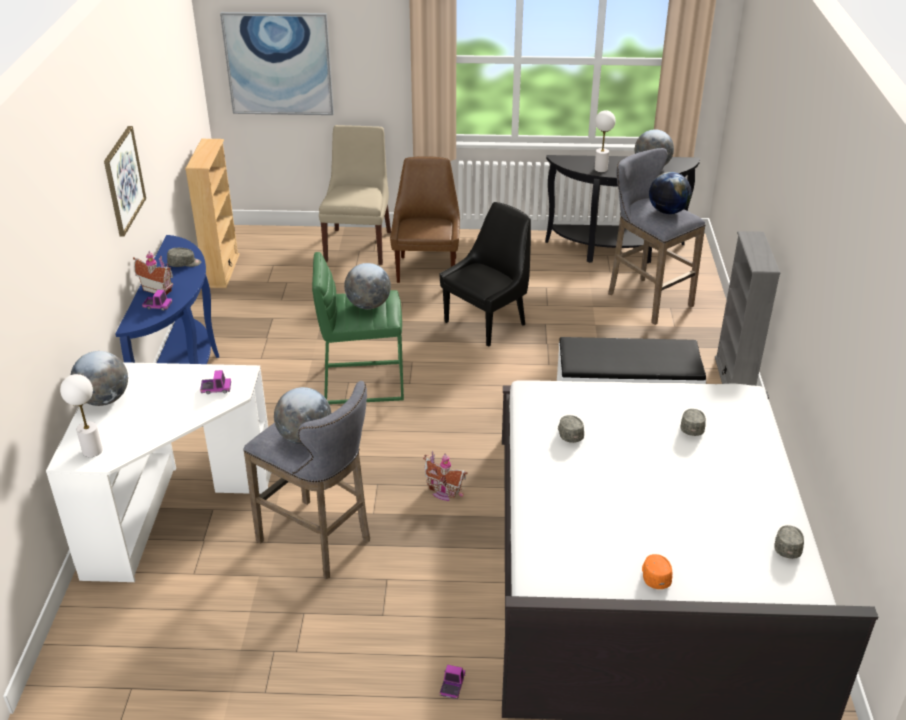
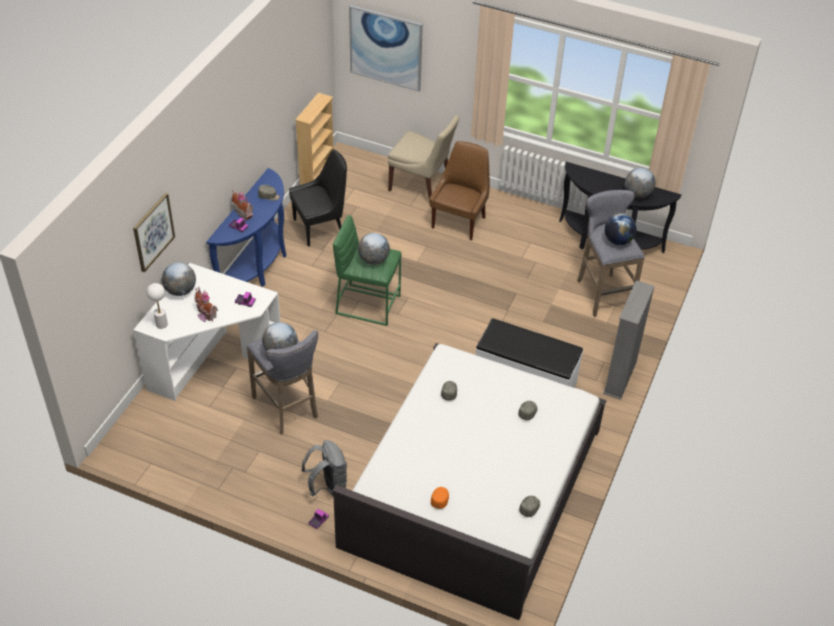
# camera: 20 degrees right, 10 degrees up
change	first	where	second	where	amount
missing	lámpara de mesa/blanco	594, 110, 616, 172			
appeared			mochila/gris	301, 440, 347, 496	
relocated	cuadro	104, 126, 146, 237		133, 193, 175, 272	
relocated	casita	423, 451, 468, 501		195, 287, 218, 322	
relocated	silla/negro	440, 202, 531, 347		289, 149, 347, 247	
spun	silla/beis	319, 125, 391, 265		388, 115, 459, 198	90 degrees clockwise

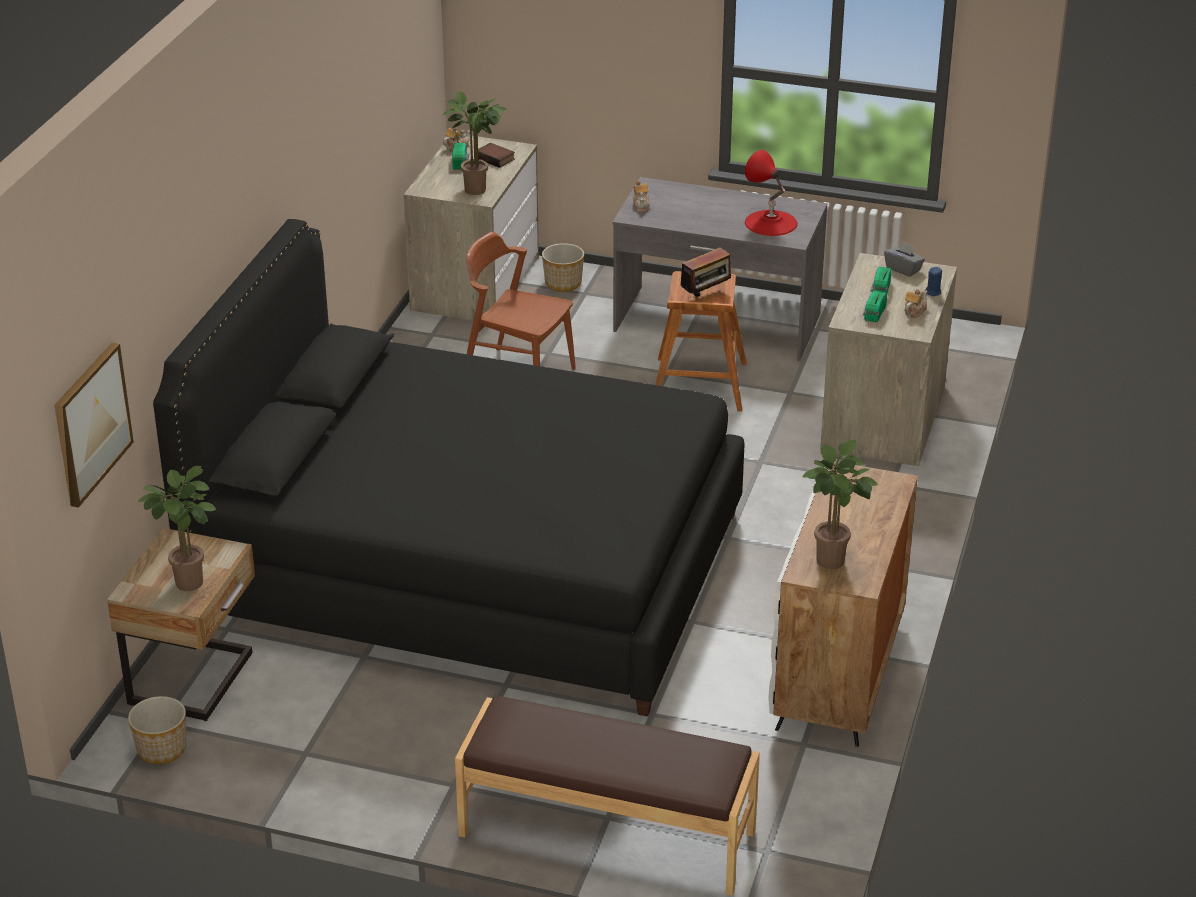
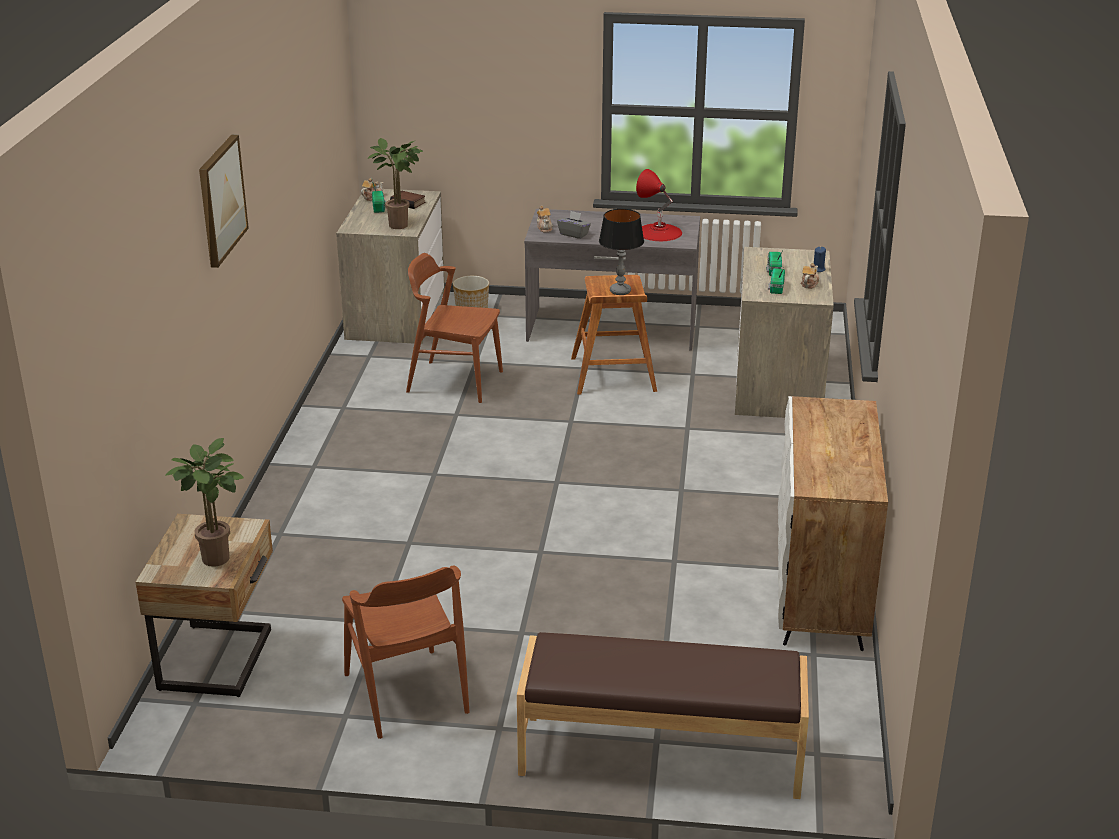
# camera: 10 degrees left, 5 degrees down
change	first	where	second	where	amount
missing	maceta	128, 696, 186, 764			
missing	cama/negro	153, 219, 745, 717			
missing	planta en maceta	802, 440, 878, 569			
appeared			silla/marrón	342, 566, 470, 739	
relocated	cuadro	54, 342, 134, 508		199, 135, 249, 268	
relocated	caja de pañuelos/gris	884, 241, 925, 277		557, 211, 591, 239	
exchanged	radio	681, 247, 734, 298	lámpara de mesa	599, 209, 644, 295	

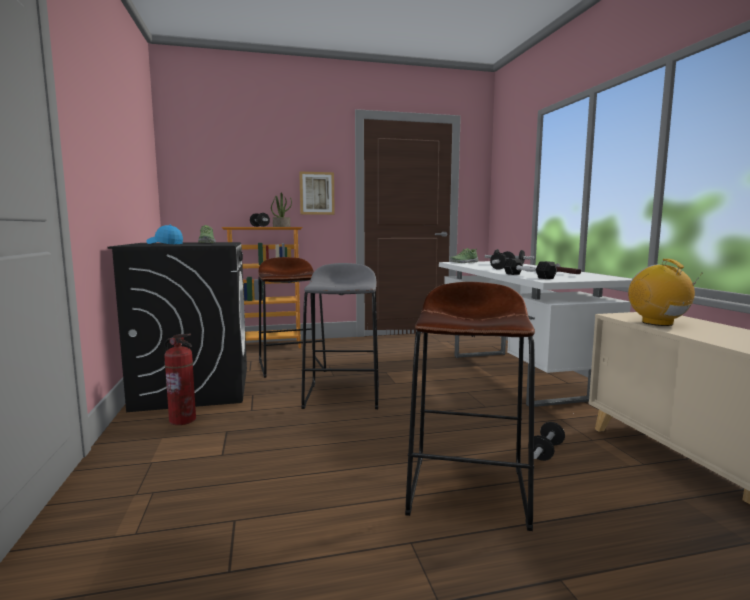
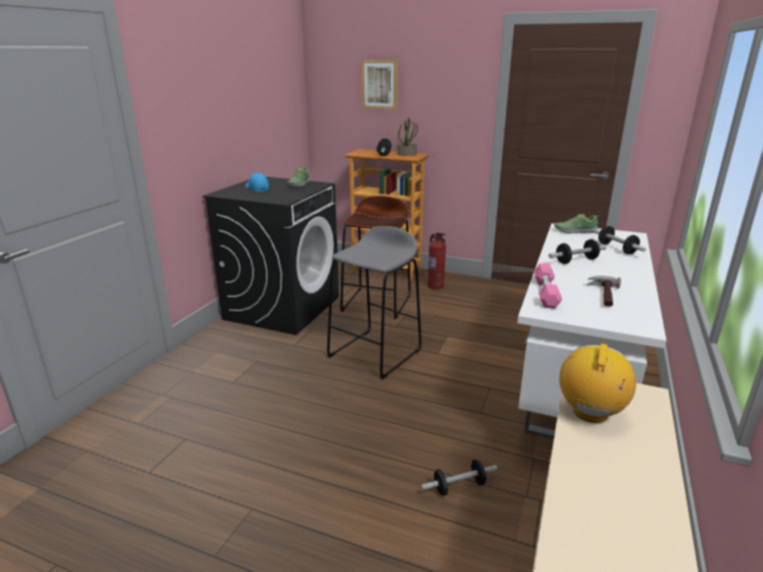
# camera: 35 degrees right, 15 degrees up
change	first	where	second	where	amount
missing	taburete/marrón	405, 282, 535, 531			
relocated	extintor	164, 333, 196, 425		428, 233, 446, 290	
relocated	cuadro	299, 172, 335, 215		361, 60, 398, 109	
colour	mancuerna/negro	504, 259, 557, 279	mancuerna/rosa	534, 263, 562, 308	

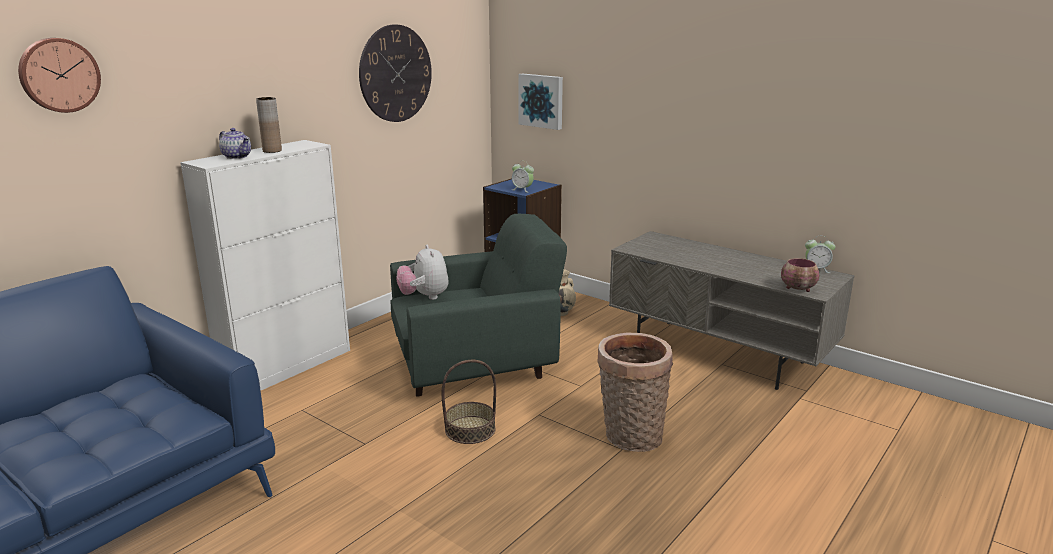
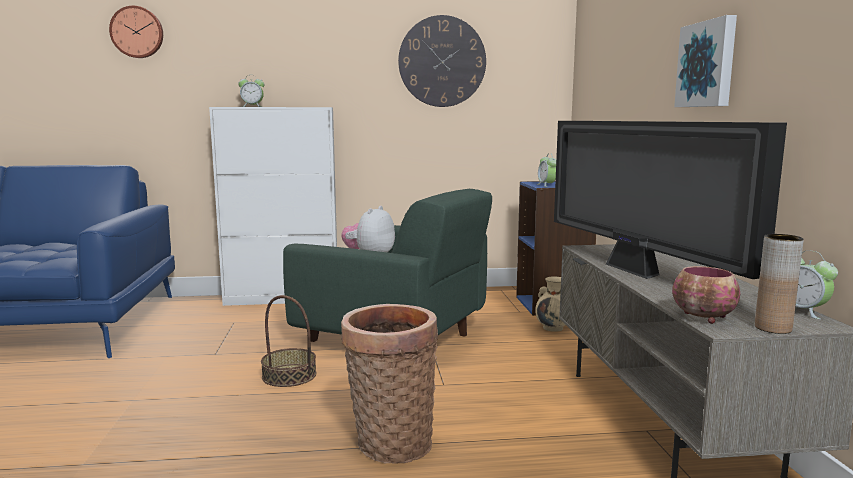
# camera: 45 degrees right, 10 degrees down
change	first	where	second	where	amount
appeared			televisor	554, 121, 787, 279	
relocated	florero/marrón	256, 97, 282, 153		755, 234, 804, 334	
relocated	cuadro	518, 74, 563, 130		674, 15, 737, 107	
exchanged	tetera	219, 128, 251, 159	despertador	238, 75, 265, 107	

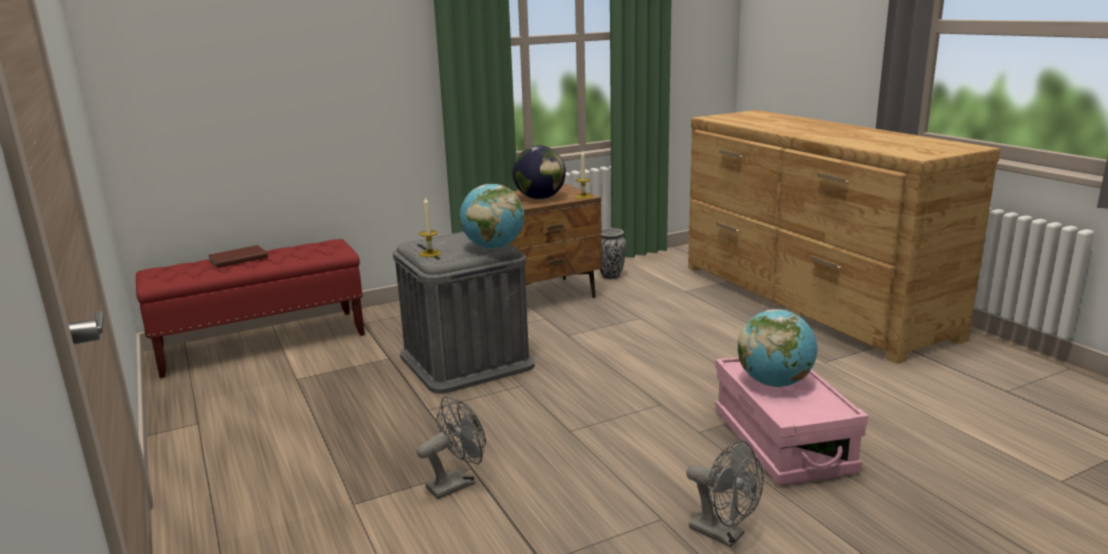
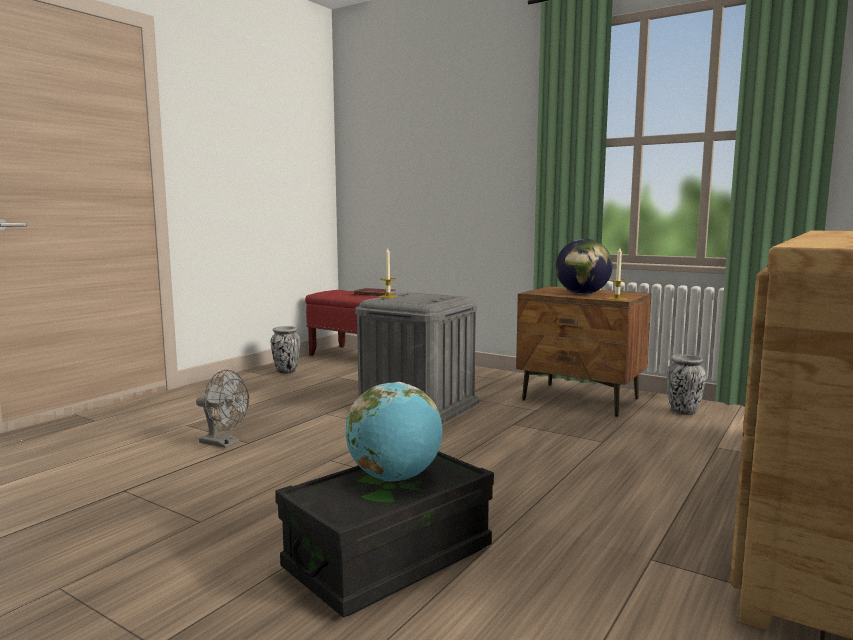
# camera: 60 degrees right, 10 degrees down
change	first	where	second	where	amount
missing	globo terráqueo	459, 184, 524, 249			
missing	ventilador/gris	686, 440, 764, 547			
appeared			florero	271, 326, 300, 374	
colour	caja de almacenaje/rosa	715, 357, 868, 486	caja de almacenaje/negro	275, 451, 494, 618	

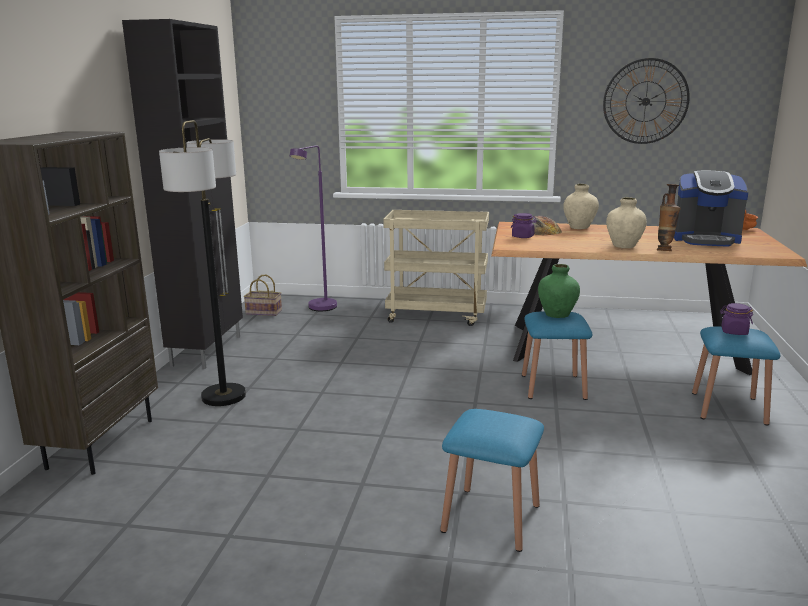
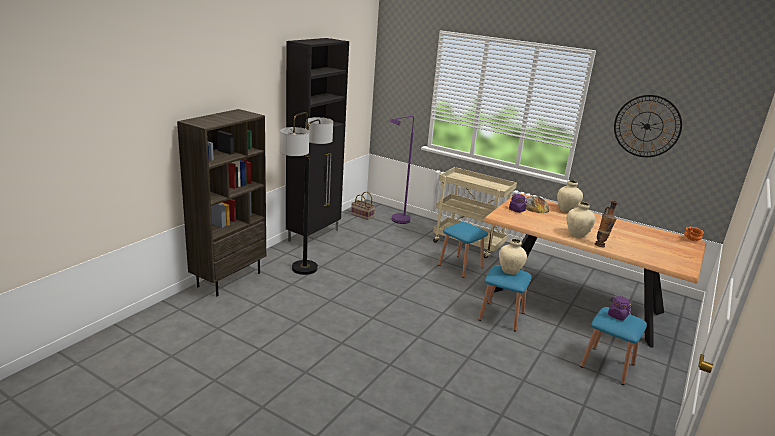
# camera: 20 degrees right, 5 degrees up
change	first	where	second	where	amount
missing	cafetera	674, 171, 748, 247			
relocated	taburete/azul	440, 409, 544, 552		438, 222, 488, 278	
colour	florero/verde	538, 264, 580, 318	florero/beis	499, 239, 527, 275	

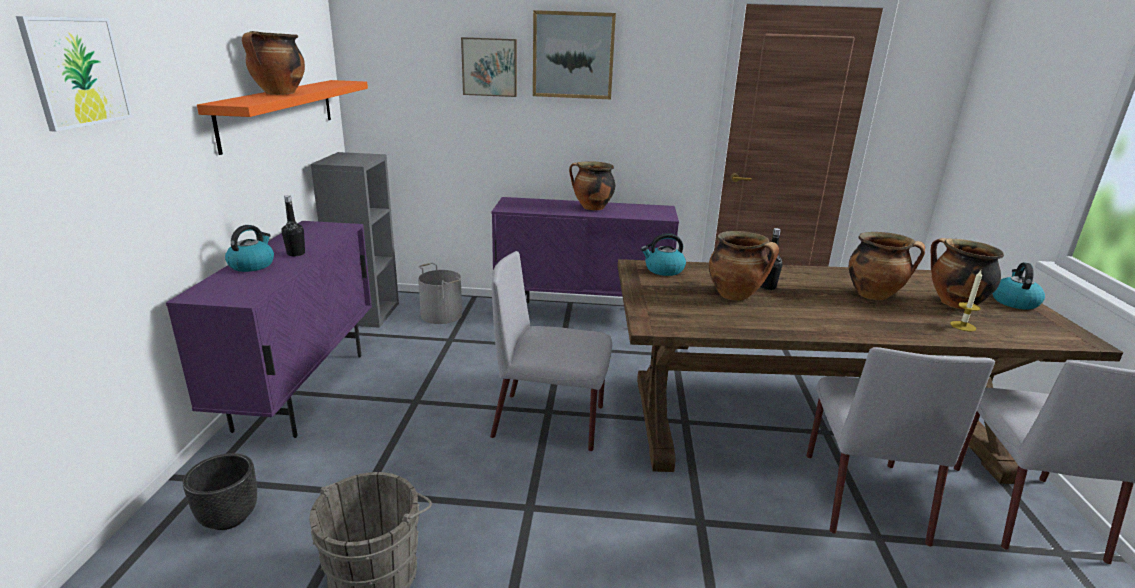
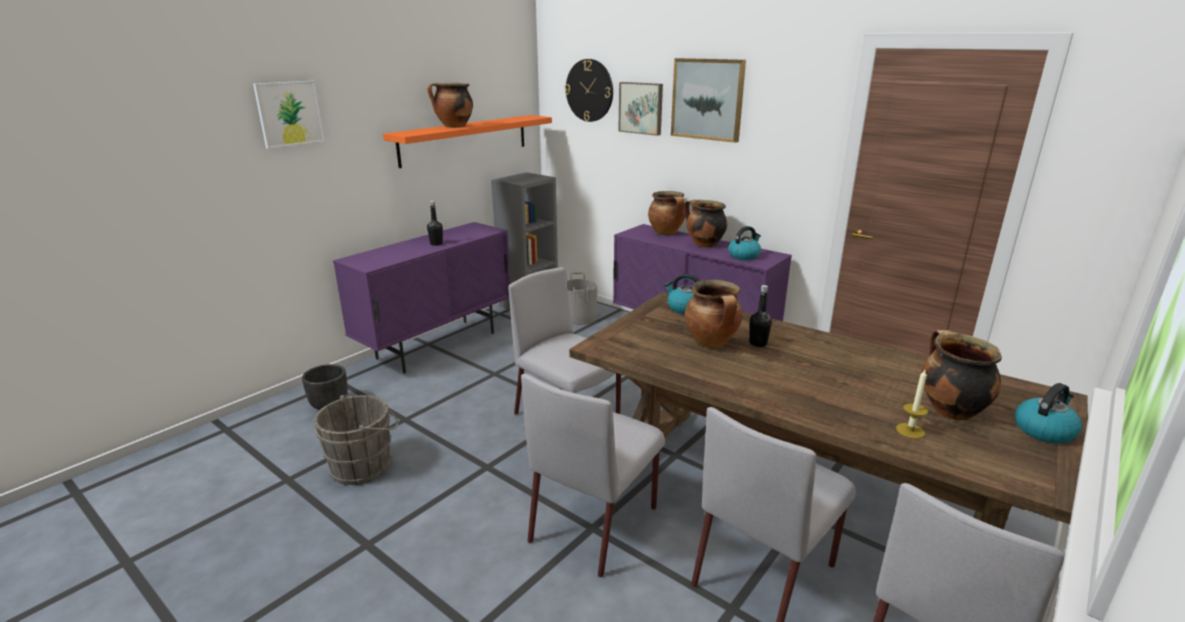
# camera: 35 degrees right, 0 degrees up
change	first	where	second	where	amount
appeared			silla/gris	521, 374, 665, 577	
appeared			reloj de pared	565, 59, 613, 122	
relocated	hervidor	225, 225, 274, 272		728, 226, 761, 260	
relocated	olla	848, 232, 925, 300		648, 191, 685, 235	

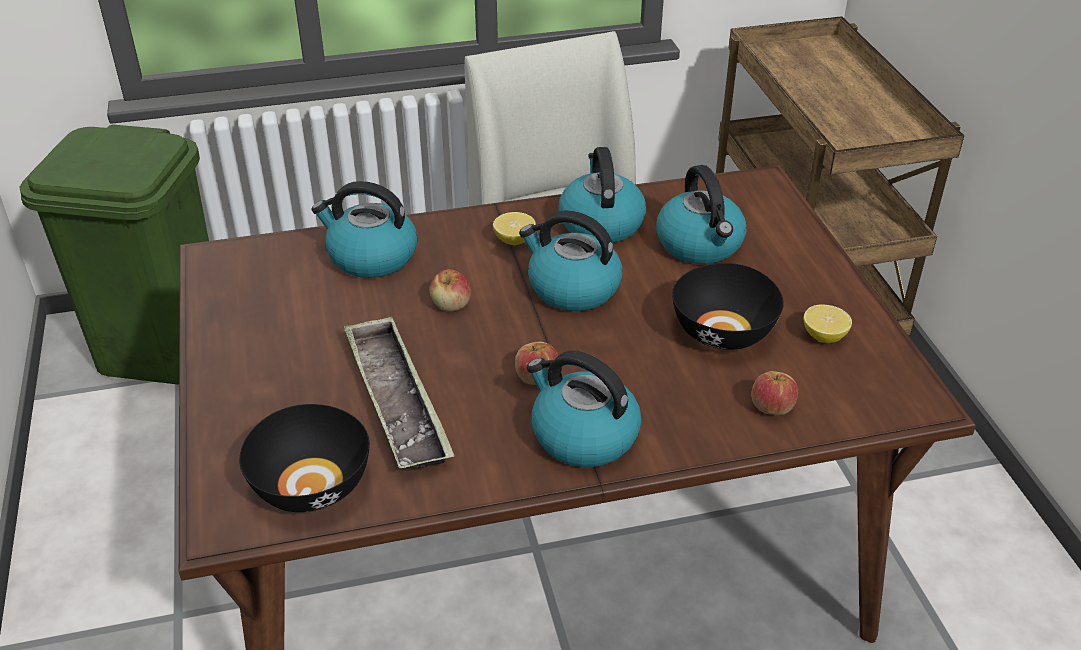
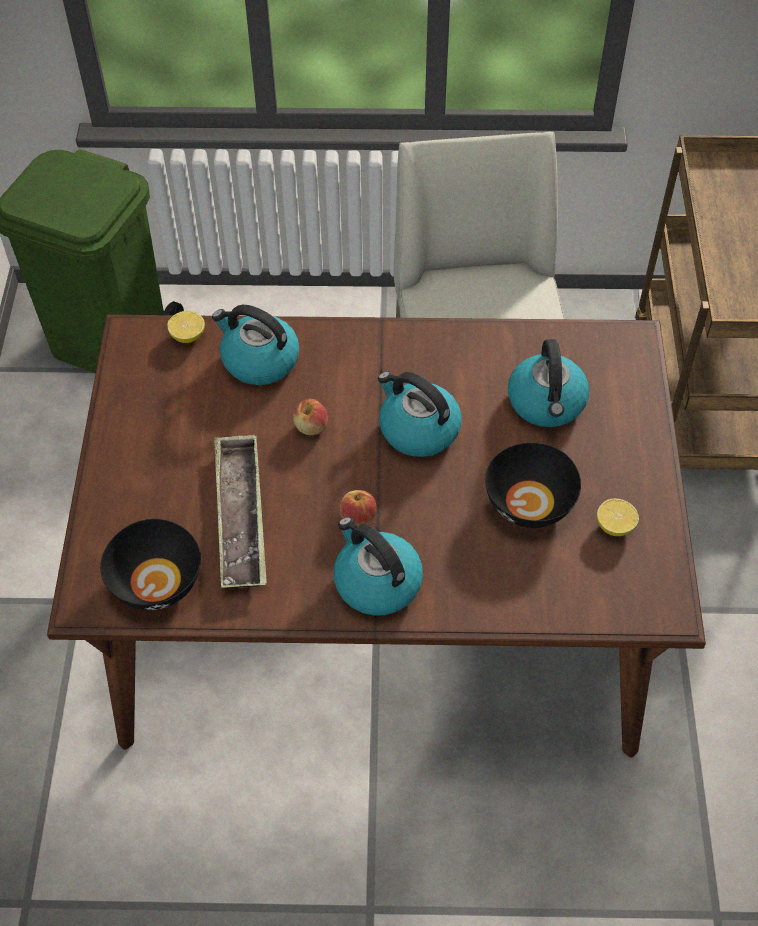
# camera: 15 degrees right, 15 degrees up
change	first	where	second	where	amount
missing	hervidor	558, 147, 646, 243			
missing	manzana	751, 371, 798, 415			
relocated	limón	493, 212, 536, 245		167, 311, 205, 343	

